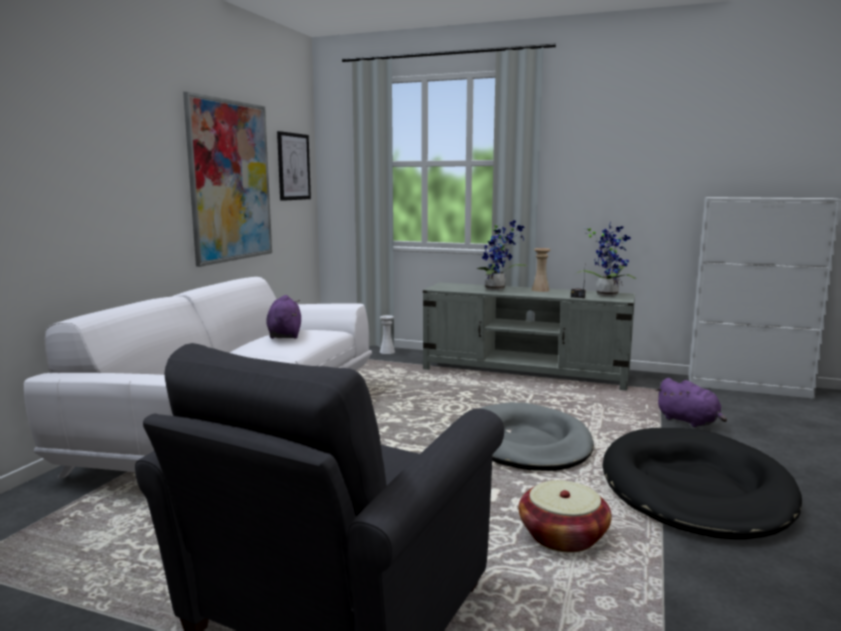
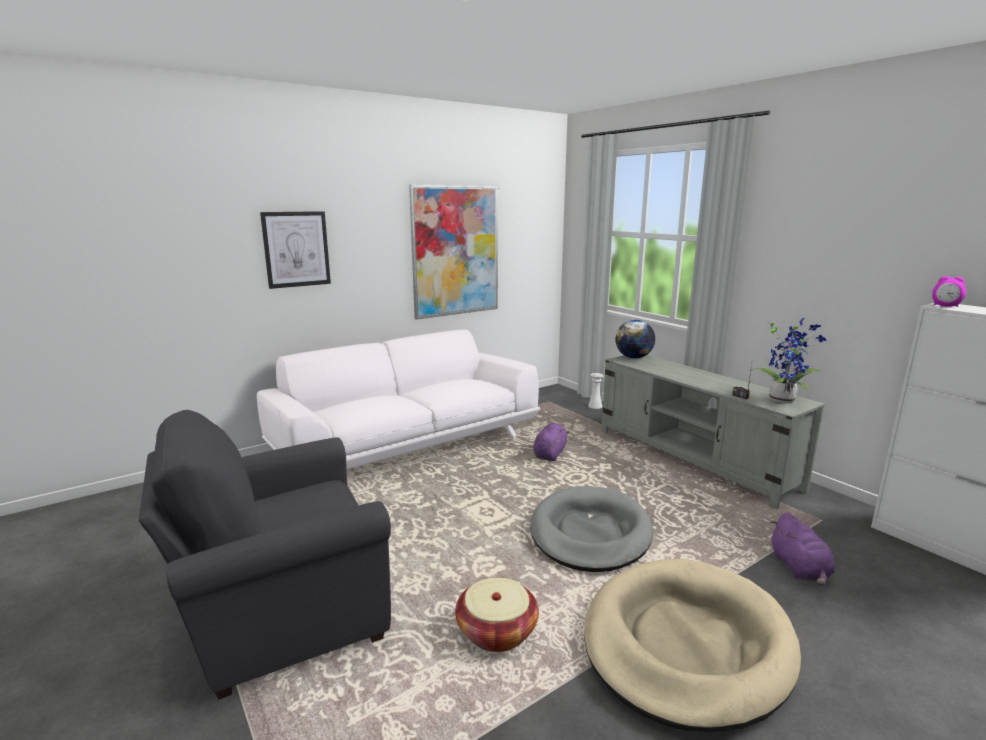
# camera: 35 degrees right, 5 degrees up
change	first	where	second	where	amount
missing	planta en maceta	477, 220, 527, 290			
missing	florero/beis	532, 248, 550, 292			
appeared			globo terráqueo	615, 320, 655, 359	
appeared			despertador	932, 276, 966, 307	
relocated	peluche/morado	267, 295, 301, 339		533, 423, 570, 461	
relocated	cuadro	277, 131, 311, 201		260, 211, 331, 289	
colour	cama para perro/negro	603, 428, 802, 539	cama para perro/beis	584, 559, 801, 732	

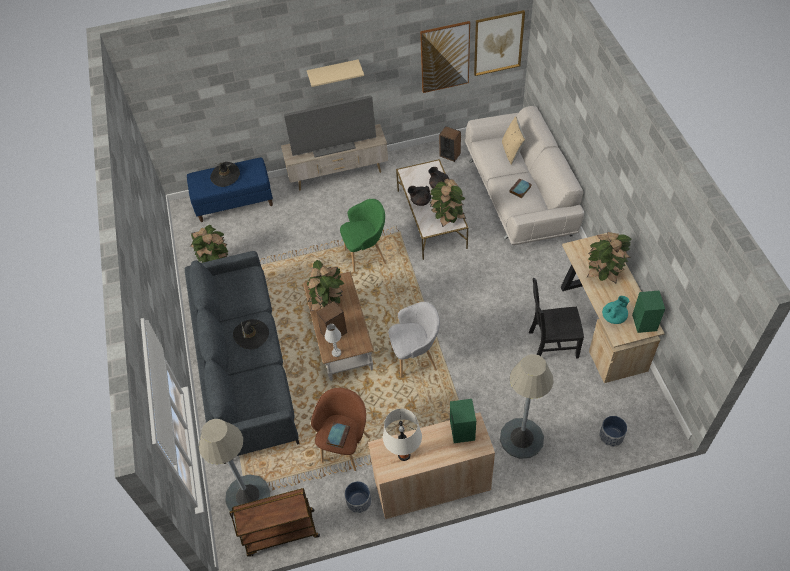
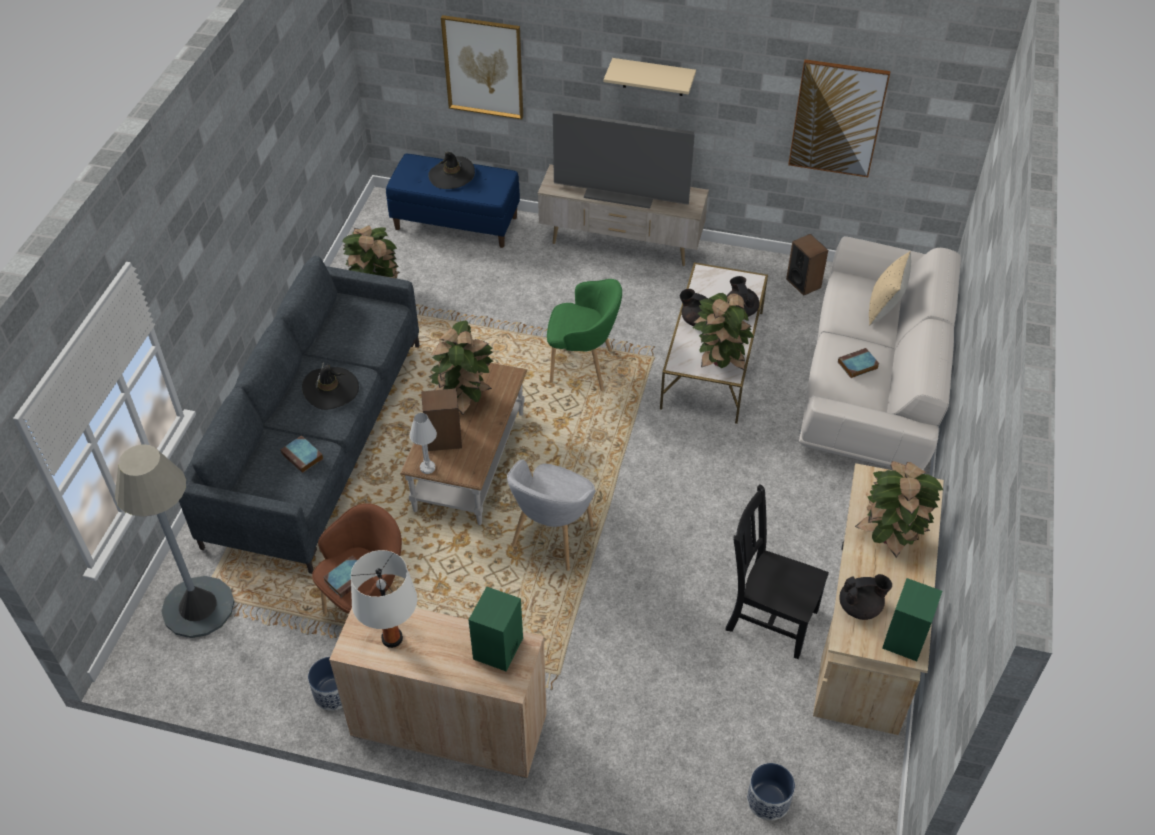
# camera: 25 degrees right, 5 degrees down
change	first	where	second	where	amount
missing	carrito/marrón	229, 488, 320, 557			
missing	lámpara de pie/gris	500, 354, 554, 459			
appeared			libro	280, 435, 323, 473	
relocated	cuadro	474, 10, 525, 76		441, 15, 523, 120	
colour	tetera/turquesa	602, 296, 629, 324	tetera/negro	839, 574, 892, 620	
spun	sillón/gris	388, 302, 440, 378		507, 459, 596, 571	105 degrees clockwise

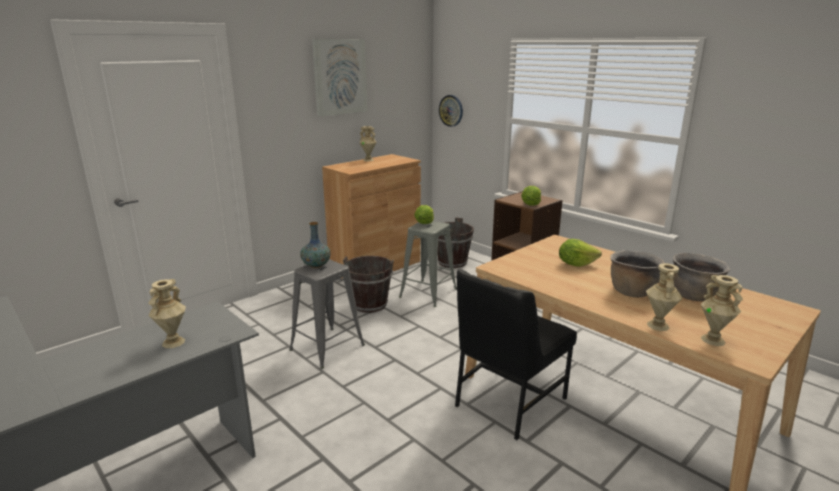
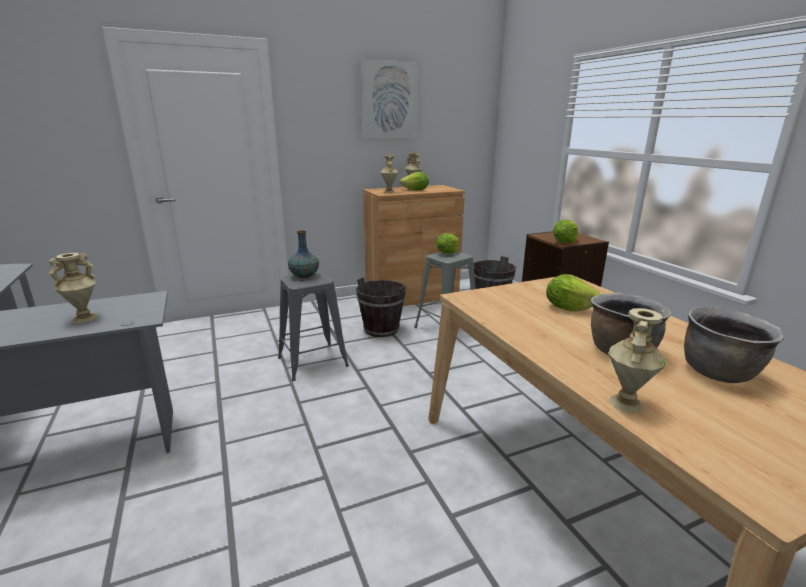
# camera: 20 degrees right, 0 degrees up
change	first	where	second	where	amount
missing	reloj de pared	439, 95, 463, 127			
missing	silla/negro	455, 269, 577, 440			
appeared			lechuga	400, 172, 429, 190	
relocated	florero/beis	701, 275, 743, 346		381, 155, 399, 193	

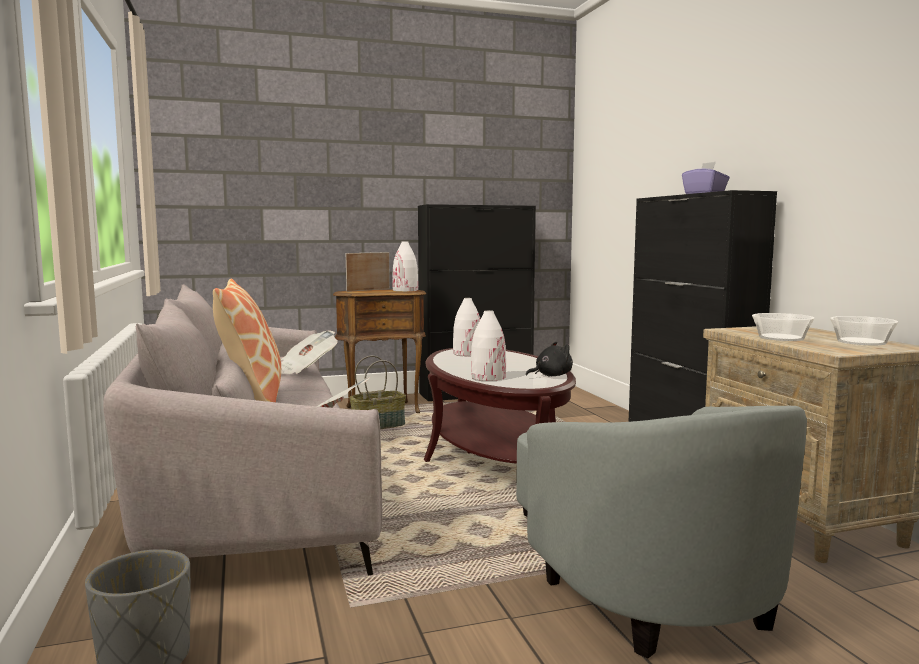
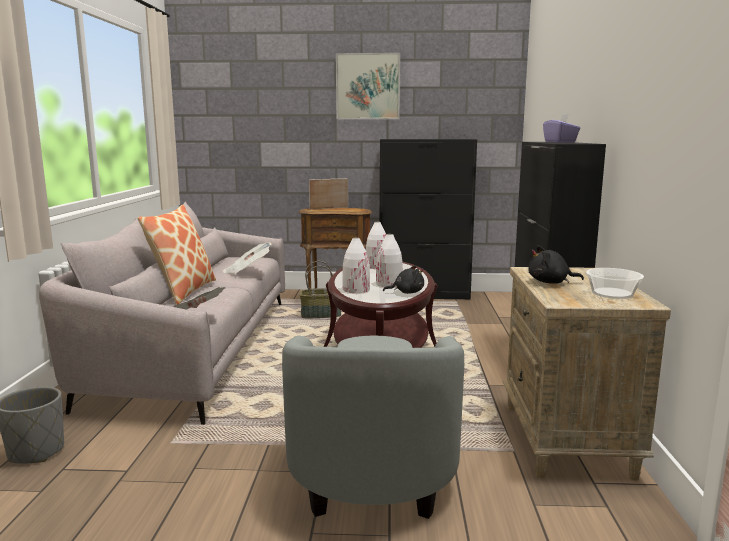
# camera: 20 degrees right, 5 degrees up
change	first	where	second	where	amount
appeared			cuadro	336, 53, 400, 119	
relocated	florero/blanco	392, 241, 418, 292		376, 234, 403, 287	
exchanged	cuenco	752, 313, 815, 341	peluche/negro	528, 246, 584, 284	

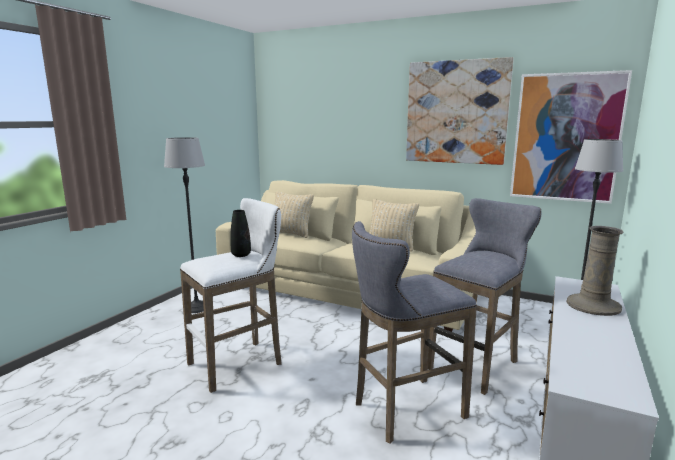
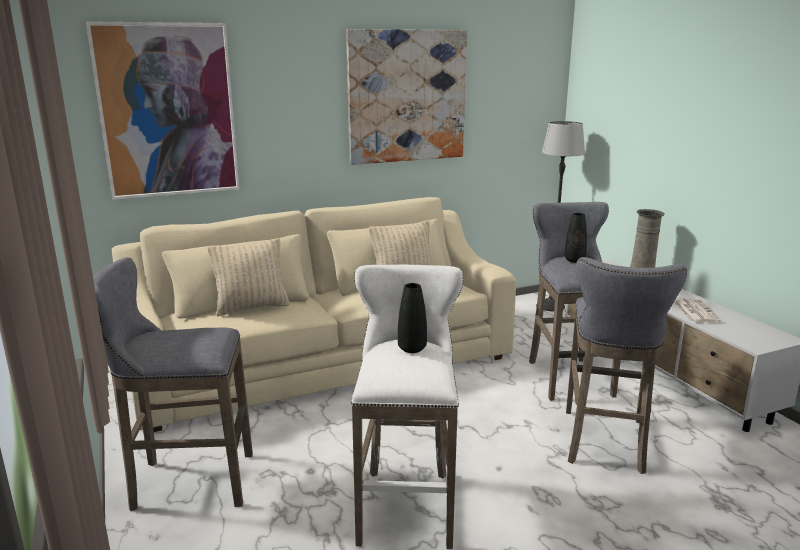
# camera: 50 degrees left, 5 degrees up
change	first	where	second	where	amount
appeared			florero/negro	564, 213, 587, 263	
appeared			periódico	674, 299, 722, 323	
relocated	cuadro	510, 70, 632, 204		86, 21, 239, 200	
exchanged	lámpara de pie	164, 137, 205, 313	taburete/gris	93, 257, 253, 511	

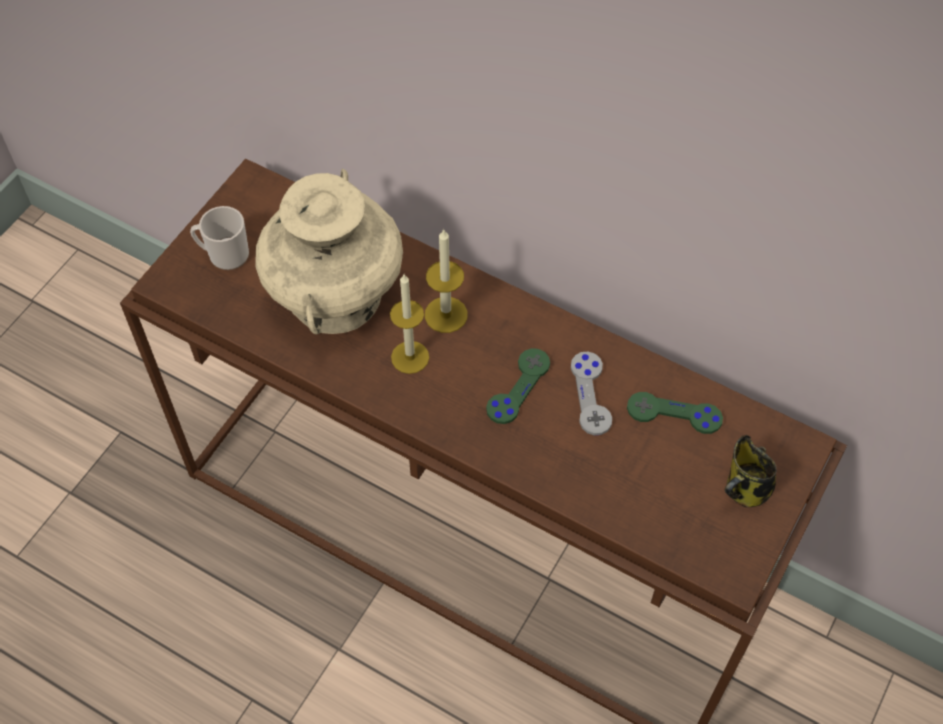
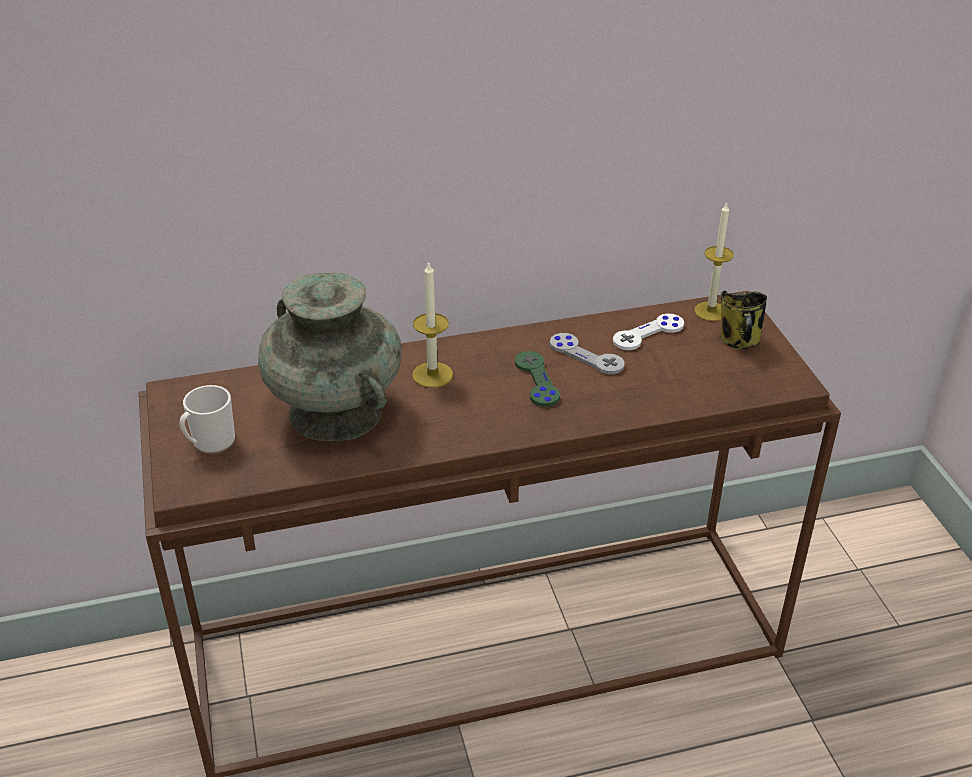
# camera: 45 degrees left, 20 degrees down
change	first	where	second	where	amount
relocated	vela	390, 275, 429, 374		694, 202, 734, 321	
colour	florero/beis	255, 169, 403, 334	florero/turquesa	258, 273, 401, 441	
colour	mando de consola/verde	627, 392, 723, 434	mando de consola/blanco	613, 313, 684, 350	

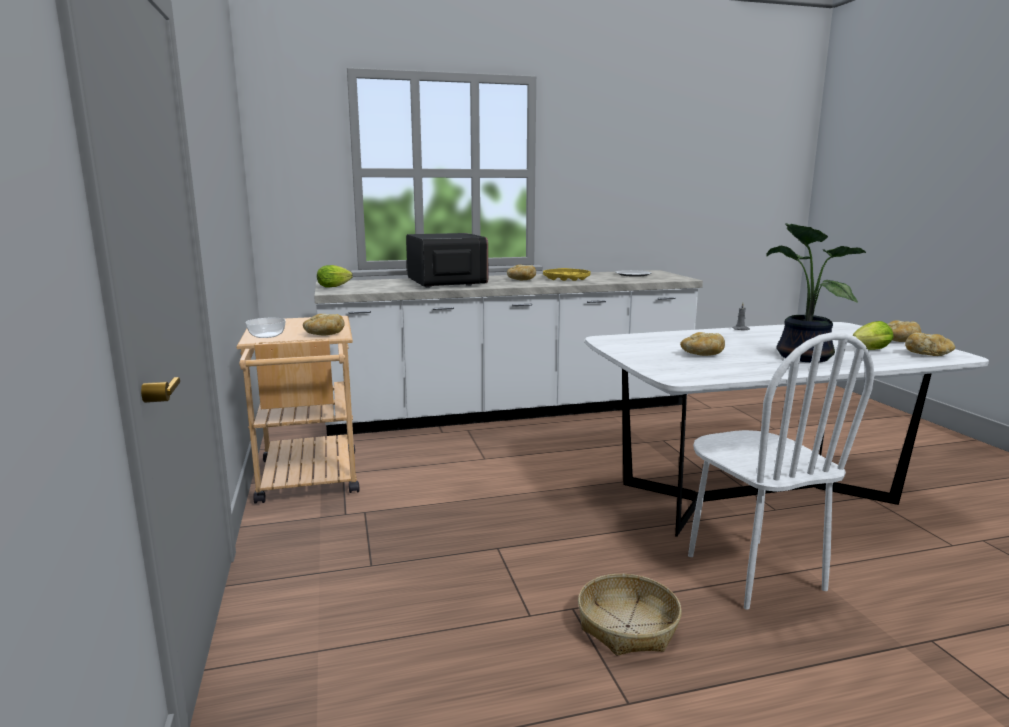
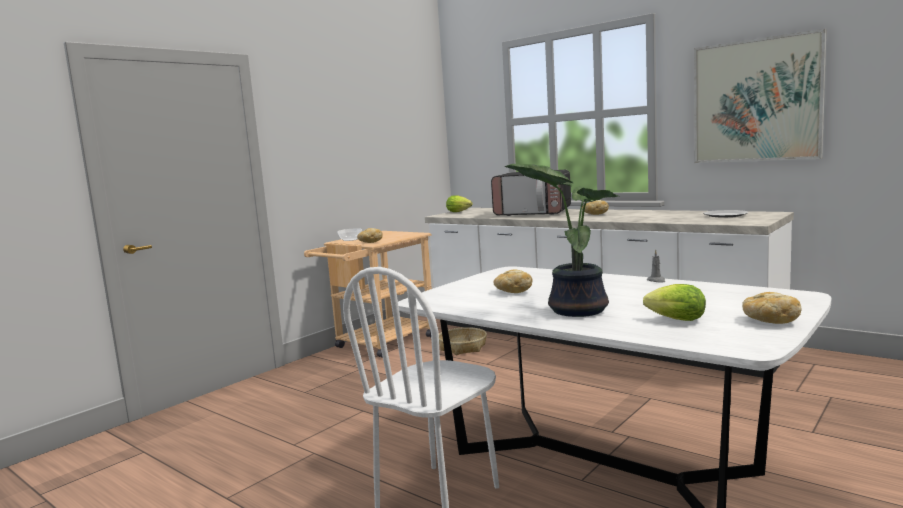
# camera: 55 degrees right, 5 degrees down
change	first	where	second	where	amount
missing	bandeja/amarillo	543, 268, 591, 281			
missing	pan	905, 332, 955, 356			
appeared			cuadro	694, 29, 826, 163	
relocated	cesta	578, 574, 682, 656		439, 327, 487, 355	
spun	microondas	406, 233, 488, 288		491, 170, 571, 216	75 degrees clockwise

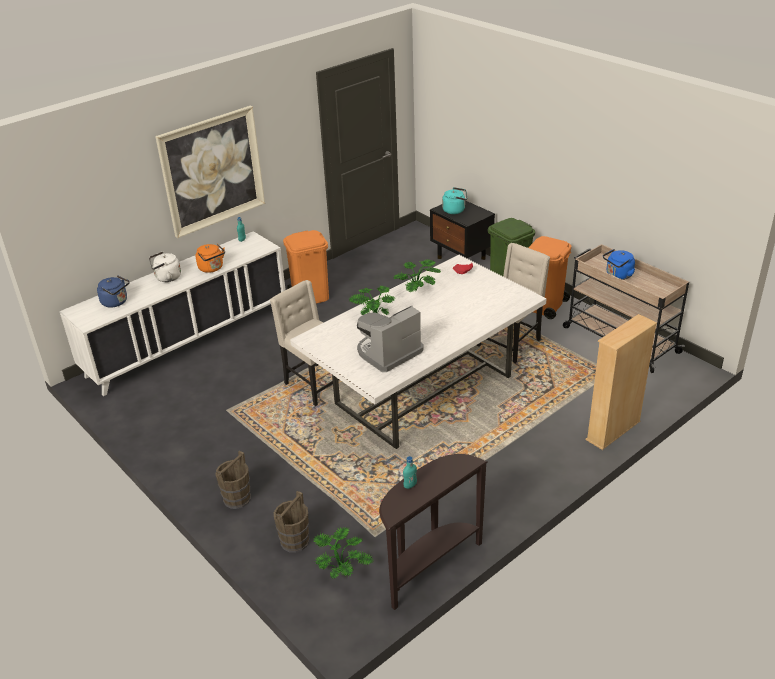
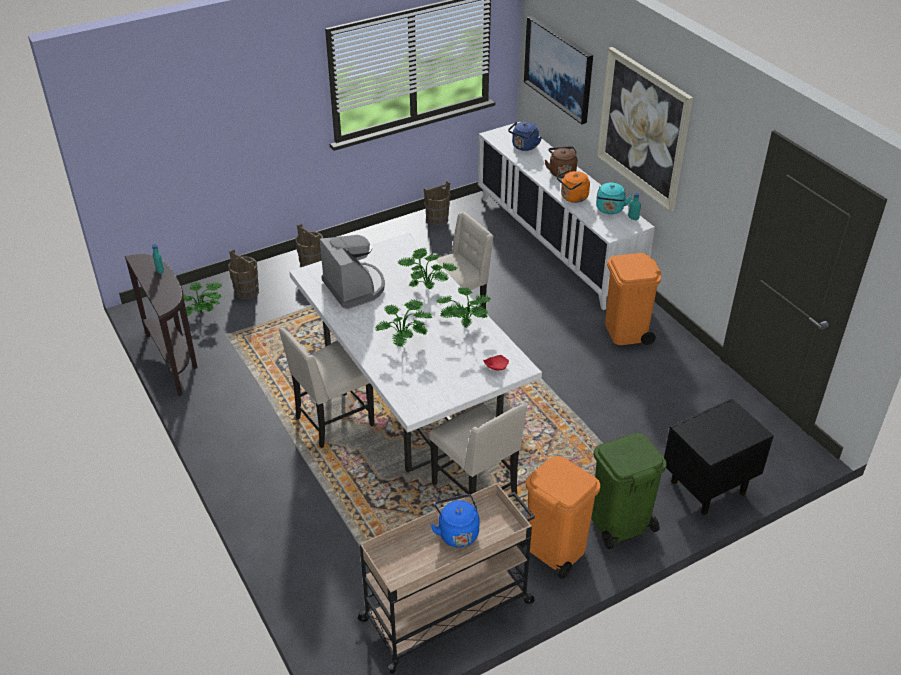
# camera: 100 degrees right, 5 degrees up
change	first	where	second	where	amount
missing	estantería/beis	586, 314, 657, 450			
appeared			silla/beis	278, 325, 375, 448	
appeared			planta en maceta	375, 299, 432, 347	
appeared			cubo/marrón	424, 180, 450, 226	
appeared			cuadro	524, 16, 593, 124	
relocated	hervidor/turquesa	442, 187, 467, 214		596, 182, 632, 214	
colour	hervidor/blanco	149, 251, 181, 282	hervidor/marrón	545, 146, 577, 178	

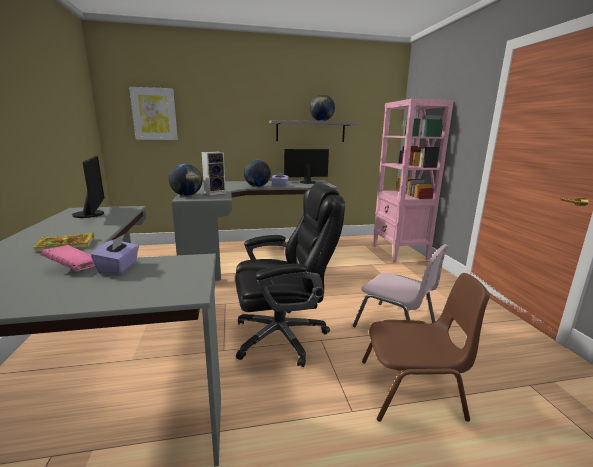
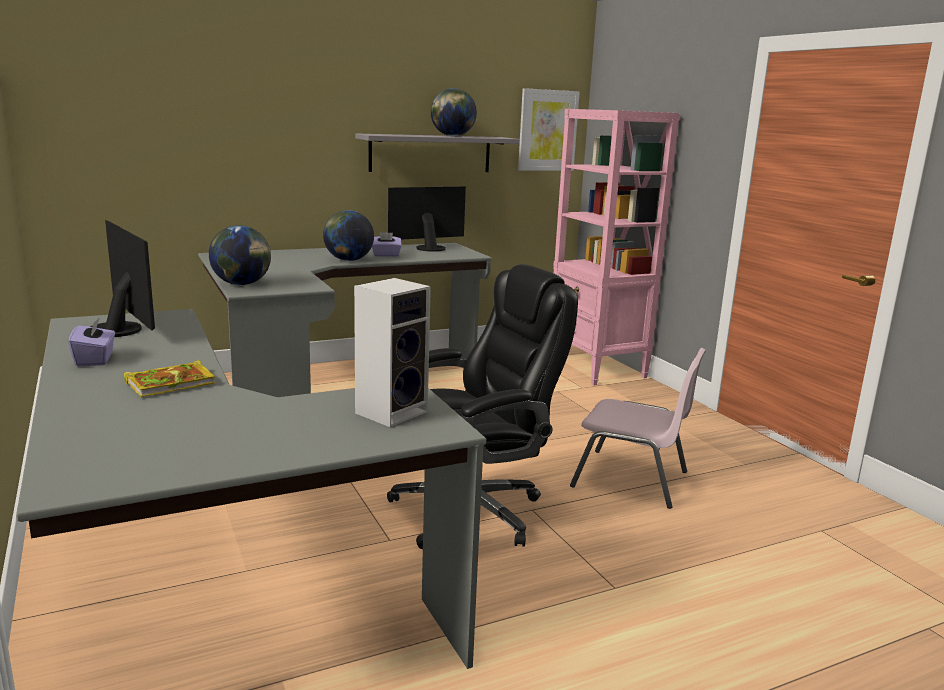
# camera: 15 degrees left, 0 degrees up
change	first	where	second	where	amount
missing	libro/rosa	41, 245, 95, 271			
missing	silla/marrón	362, 273, 490, 422			
relocated	caja de pañuelos/morado	91, 235, 139, 274		69, 317, 115, 366	
relocated	cuadro	129, 87, 178, 140		518, 88, 580, 171	
relocated	altavoz	202, 152, 226, 195		354, 278, 431, 427	

